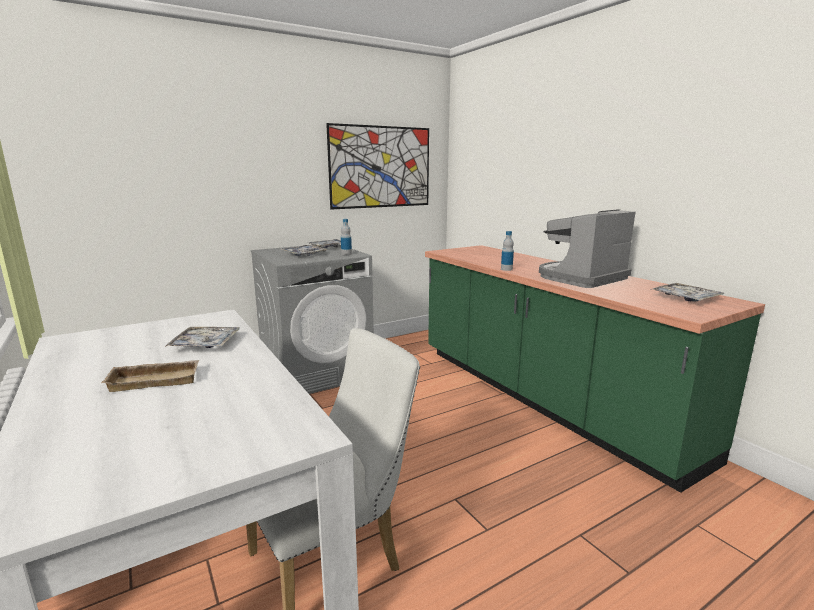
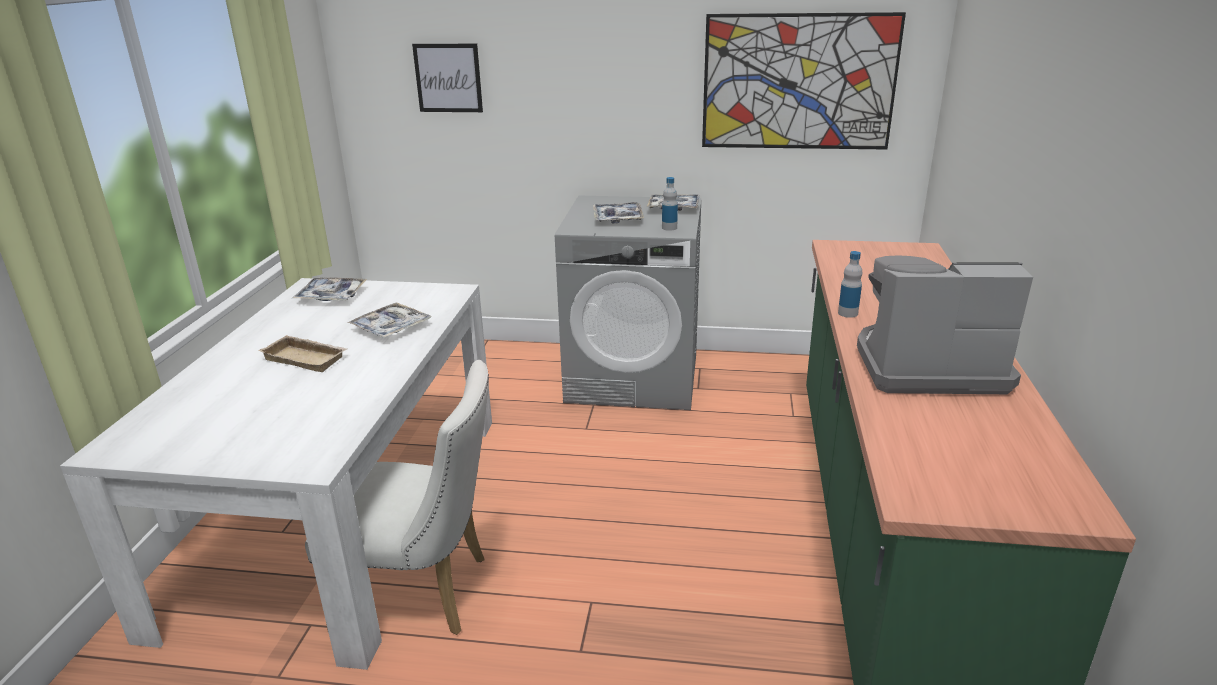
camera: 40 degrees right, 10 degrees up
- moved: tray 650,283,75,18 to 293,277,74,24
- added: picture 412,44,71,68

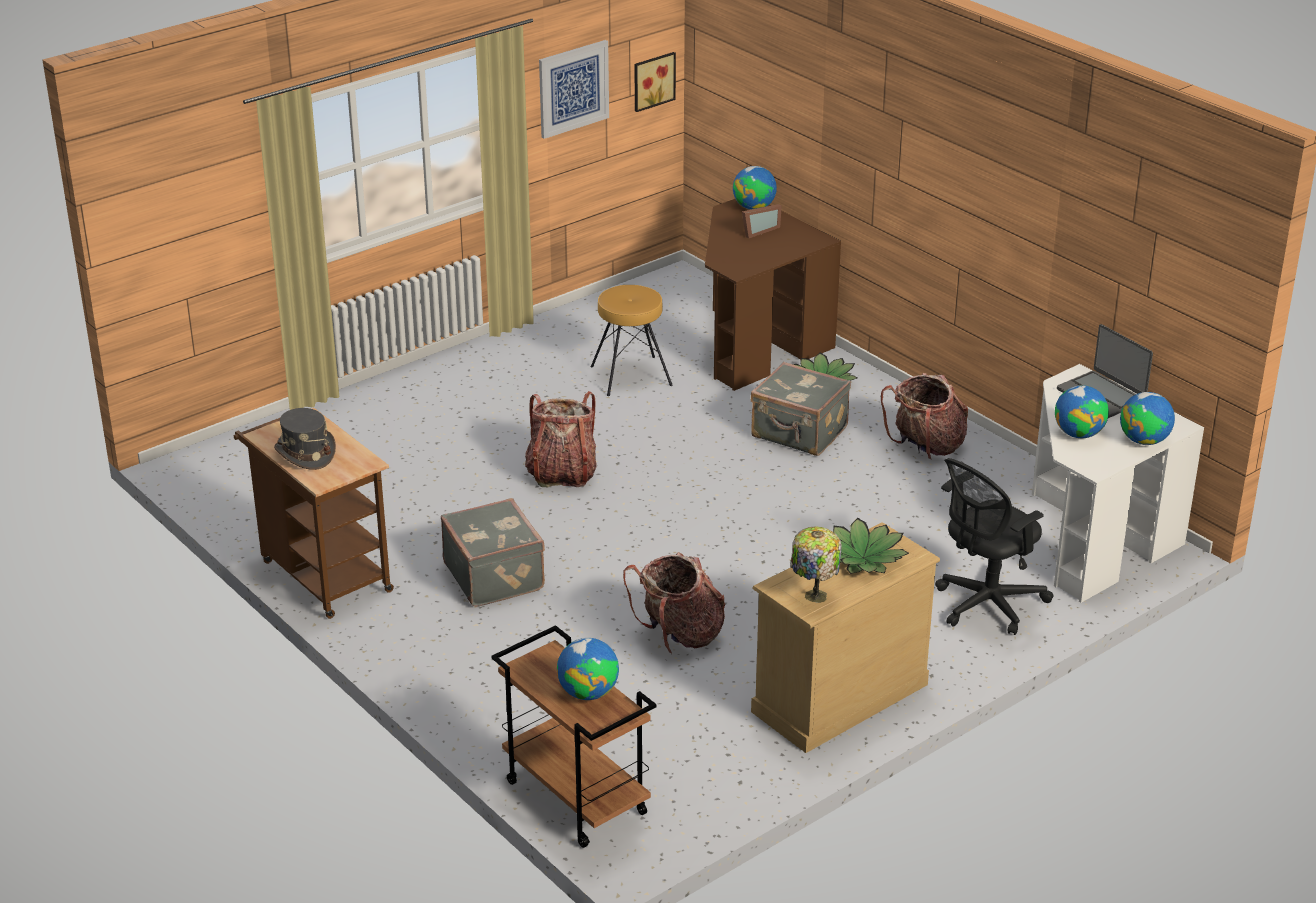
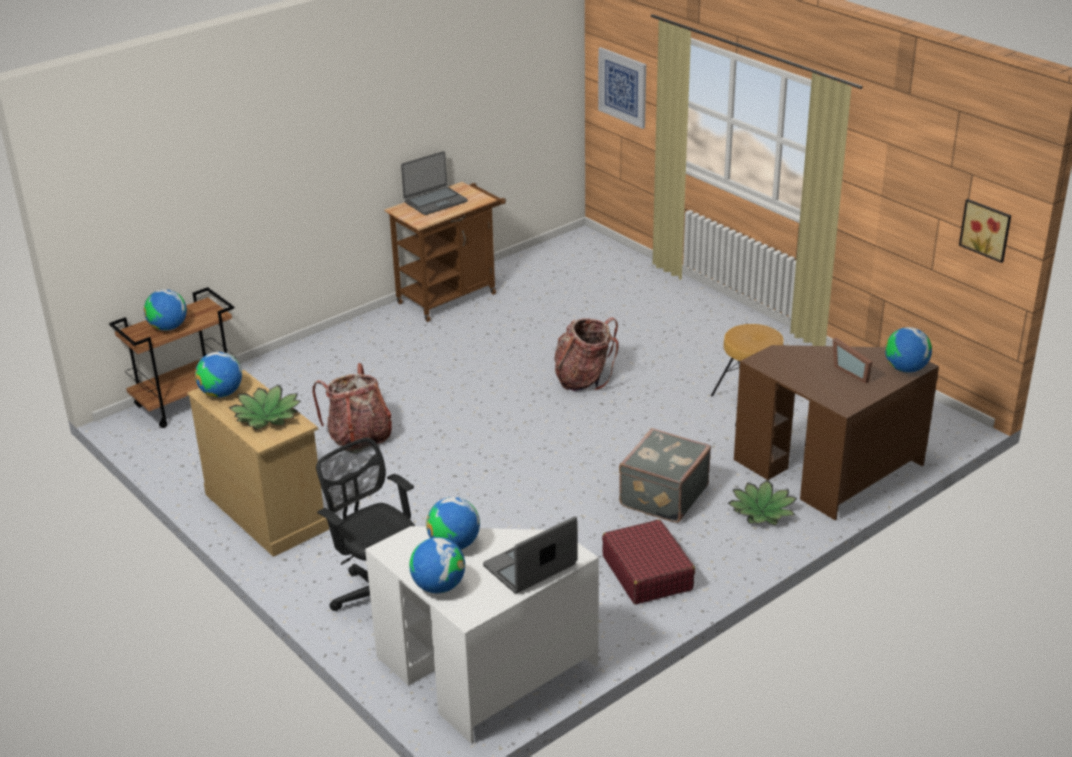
camera: 90 degrees right, 0 degrees up
- moved: picture 539,40,70,99 to 598,47,48,82
- replaced: backpack 881,373,87,86 to suitcase in red 602,519,93,85
- replaced: hat in grey 274,408,62,62 to laptop 401,151,67,64
- removed: suitcase in grey 441,498,104,109
- replaced: table lamp 790,526,52,77 to globe 195,352,47,46

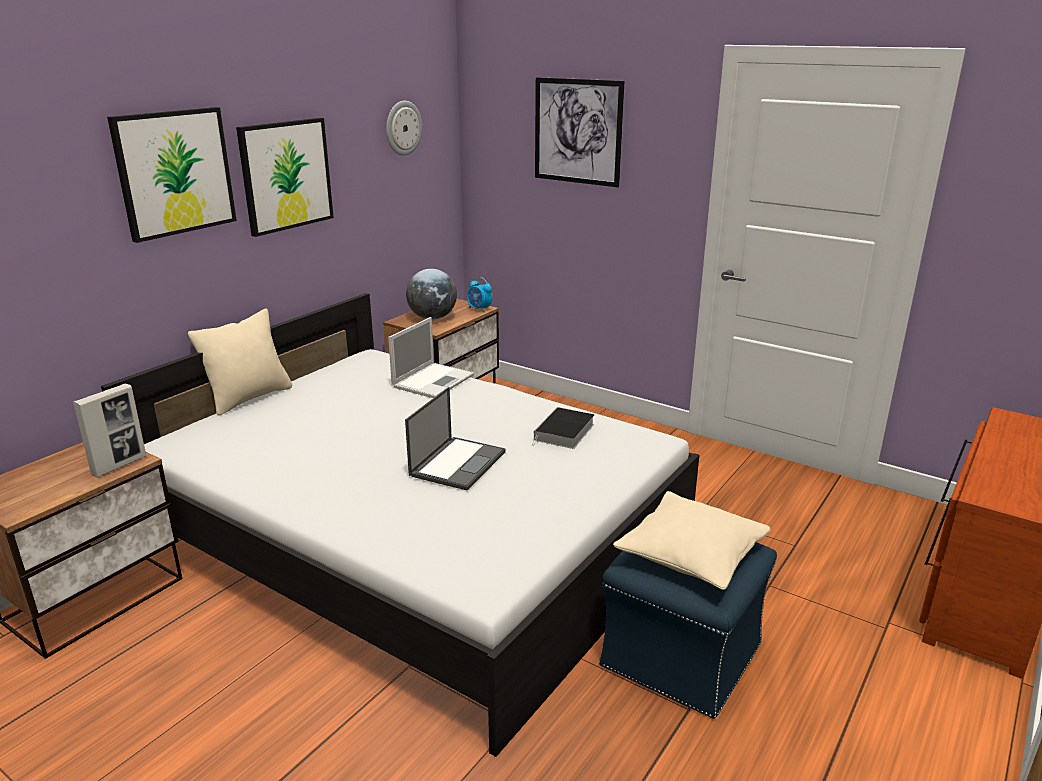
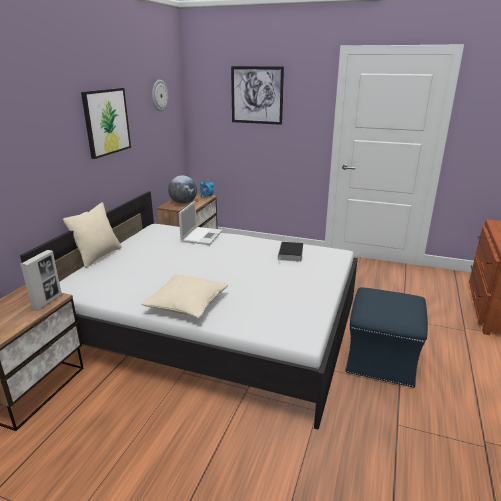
camera: 15 degrees left, 0 degrees up
- removed: picture 107,107,130,136
- removed: laptop 405,387,101,104
- moved: pillow in beige 613,491,158,99 to 141,274,87,44

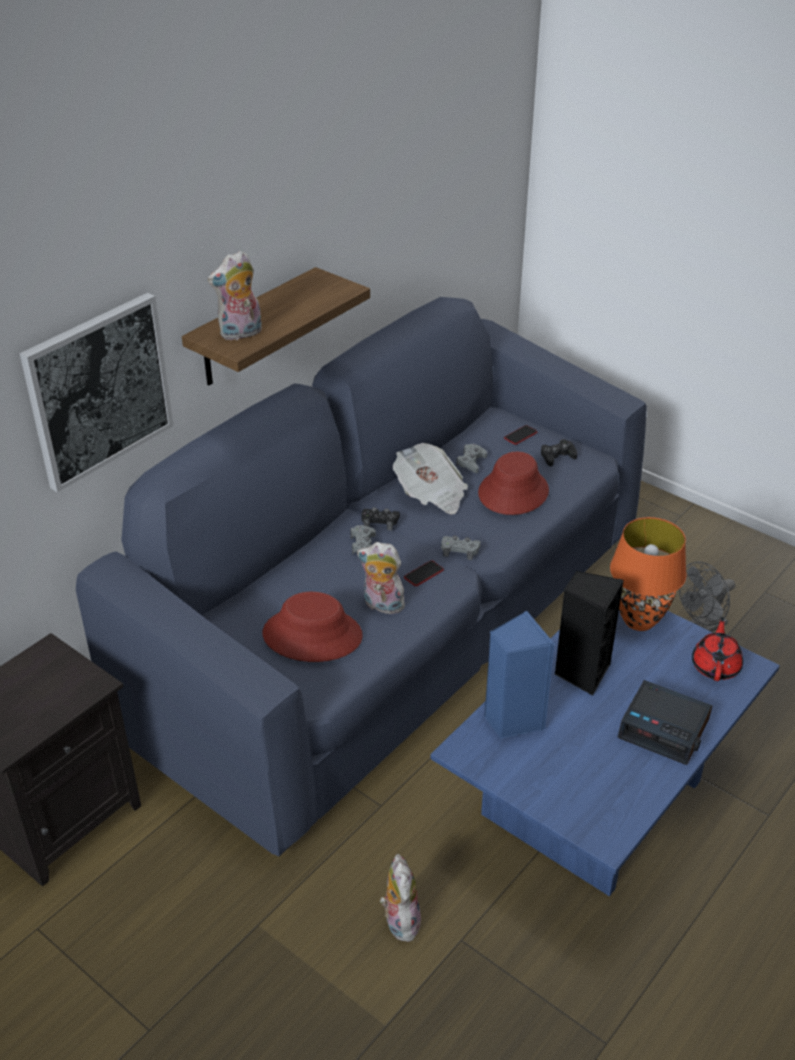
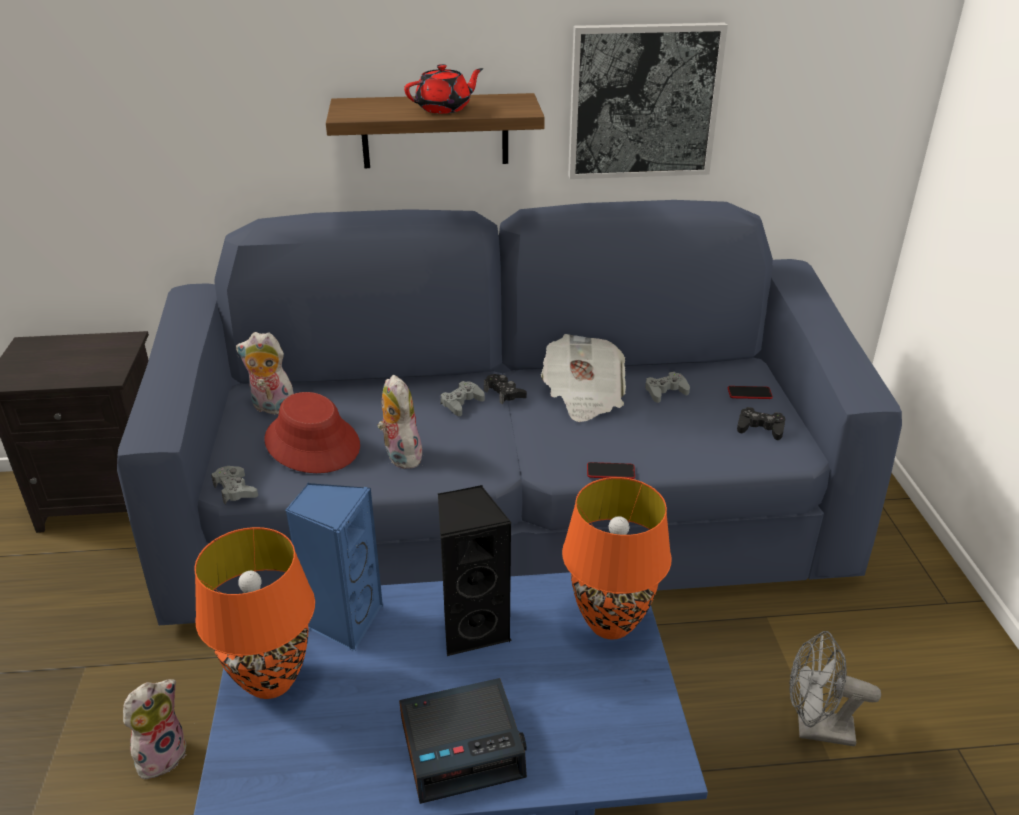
camera: 45 degrees right, 5 degrees down
- moved: plush toy 207,250,55,90 to 236,332,58,83
- moved: picture 20,293,154,199 to 568,23,160,156
- removed: hat in red 478,452,71,63
- moved: game controller in grey 441,535,40,25 to 211,466,47,39
- moved: phone 404,560,40,26 to 587,462,48,17
- moved: teapot in red 692,617,51,64 to 404,64,80,50
- turned: alarm clock 618,680,94,85 = 399,678,128,126 90 degrees counterclockwise
- added: table lamp in orange 194,527,121,172

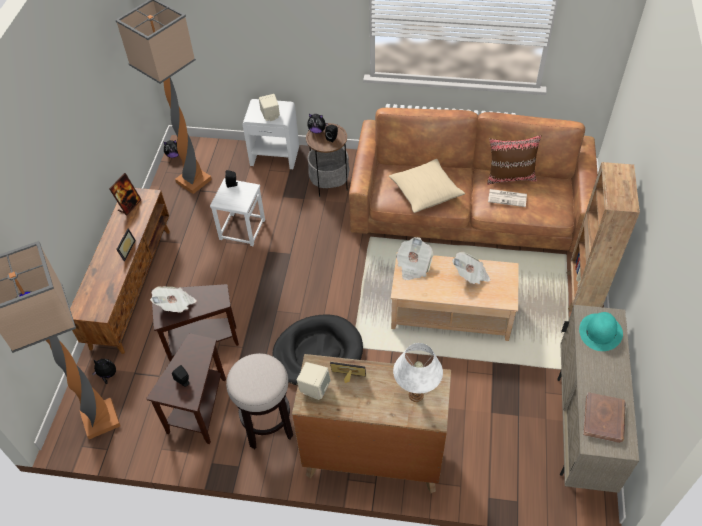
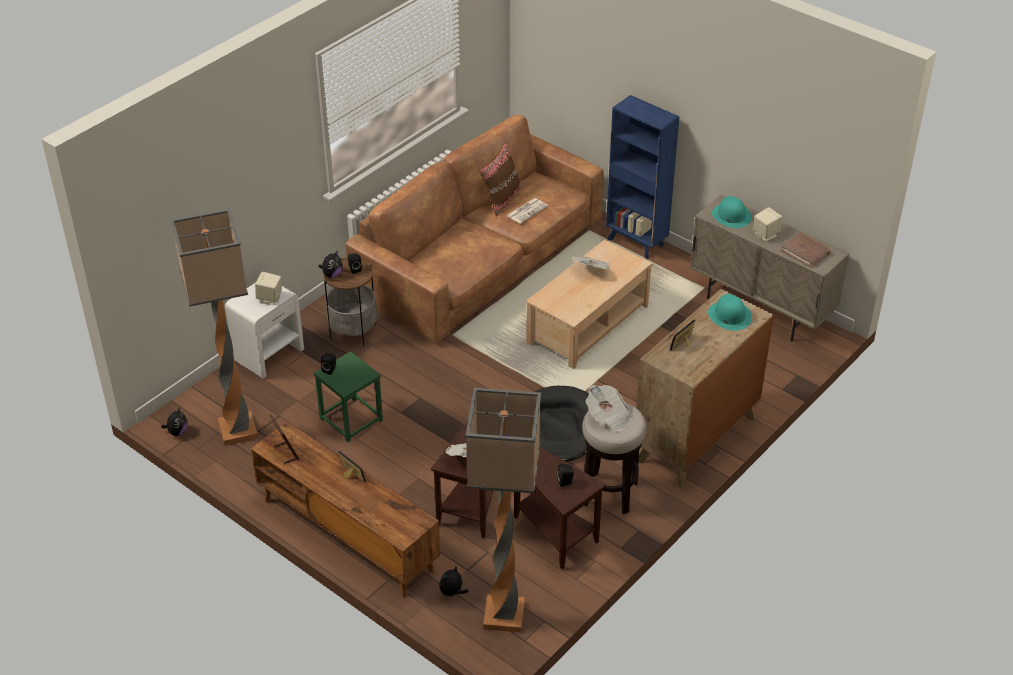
camera: 60 degrees left, 10 degrees down
- removed: pillow in beige 389,159,76,54
- recoloured: bookcase in brown 567,162,73,149 to bookcase in blue 606,95,74,164
- recoloured: stool in white 210,178,55,68 to stool in green 314,351,69,91
- moved: newspaper 396,237,38,43 to 586,385,44,47
- replaced: table lamp in white 393,343,50,59 to hat in turquoise 708,294,44,37
- moved: speaker in beige 297,362,34,38 to 754,207,28,34

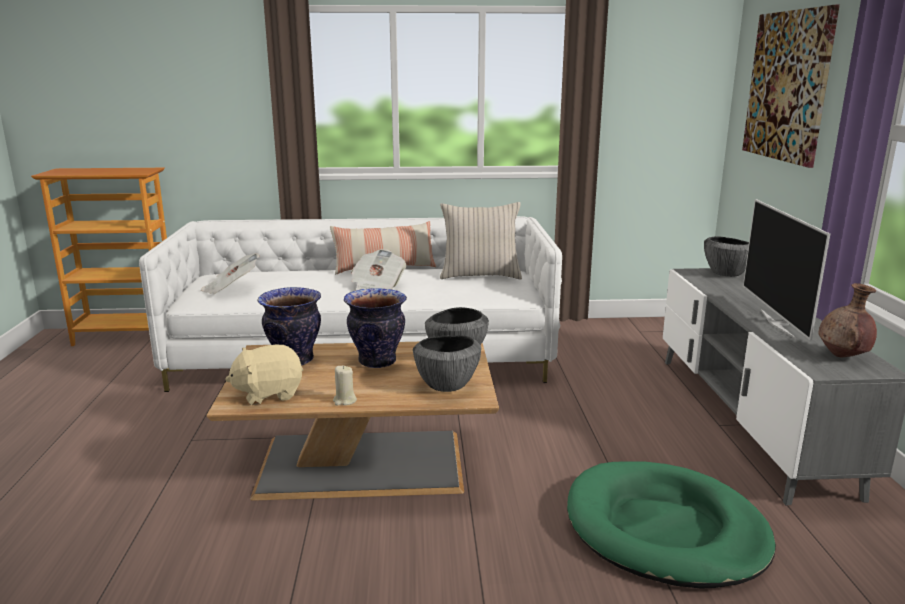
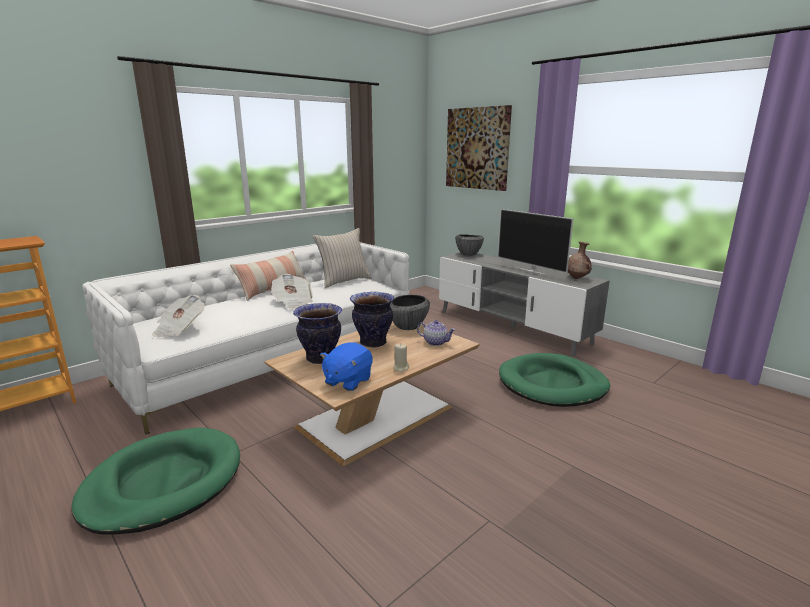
camera: 40 degrees left, 0 degrees up
- replaced: bowl 413,336,68,56 to teapot 417,320,39,26
- recoloured: plush toy in beige 225,345,78,60 to plush toy in blue 320,342,53,49
- added: dog bed in green 72,428,168,107

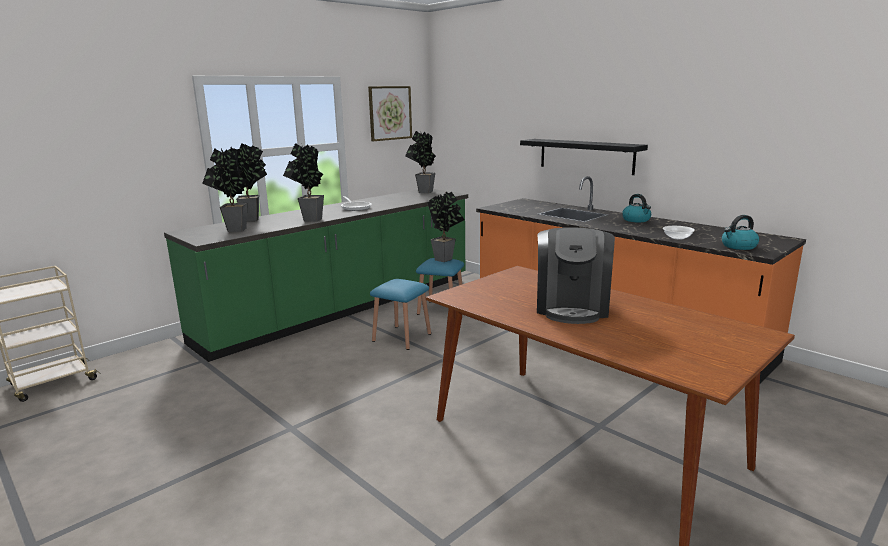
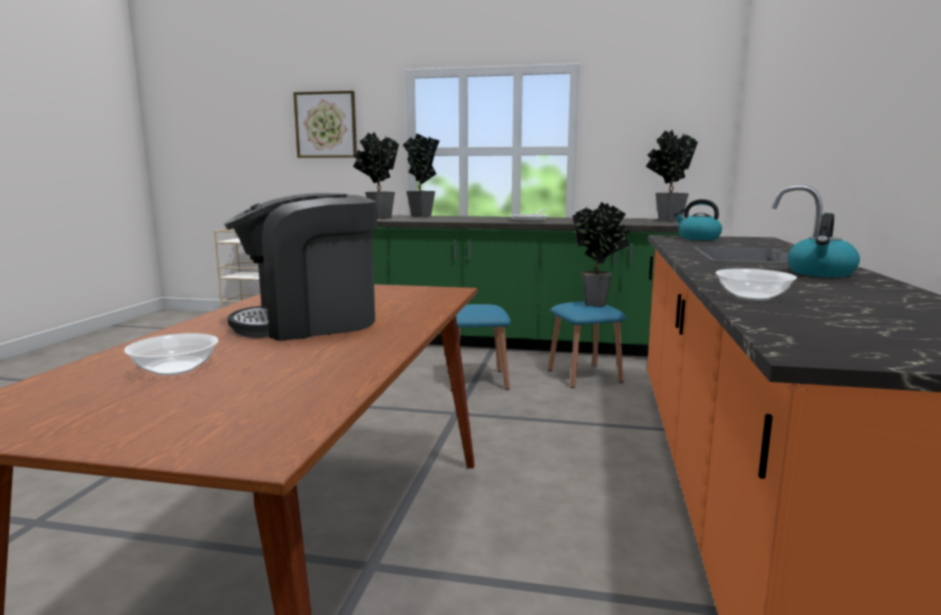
camera: 55 degrees right, 5 degrees down
- moved: picture 368,86,44,55 to 293,91,64,67
- removed: shelf in black 520,139,128,36
- removed: potted plant 283,143,41,79
- moved: kettle 722,215,37,35 to 674,199,48,41
- added: bowl 124,333,94,43

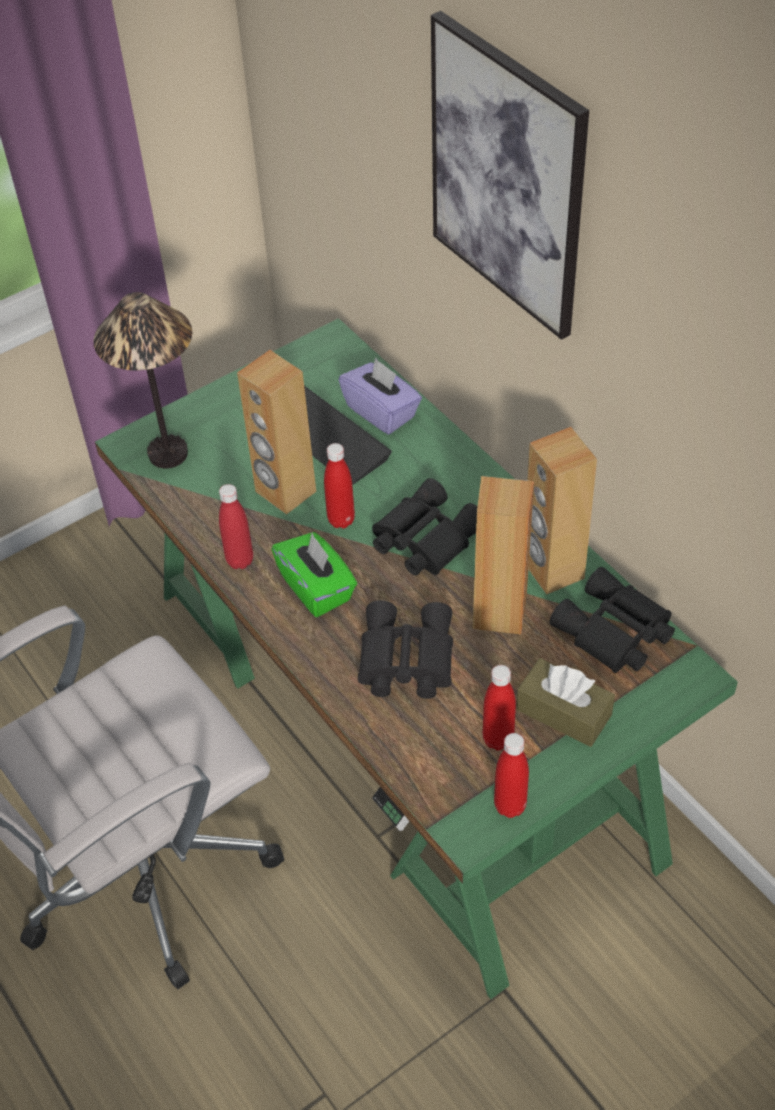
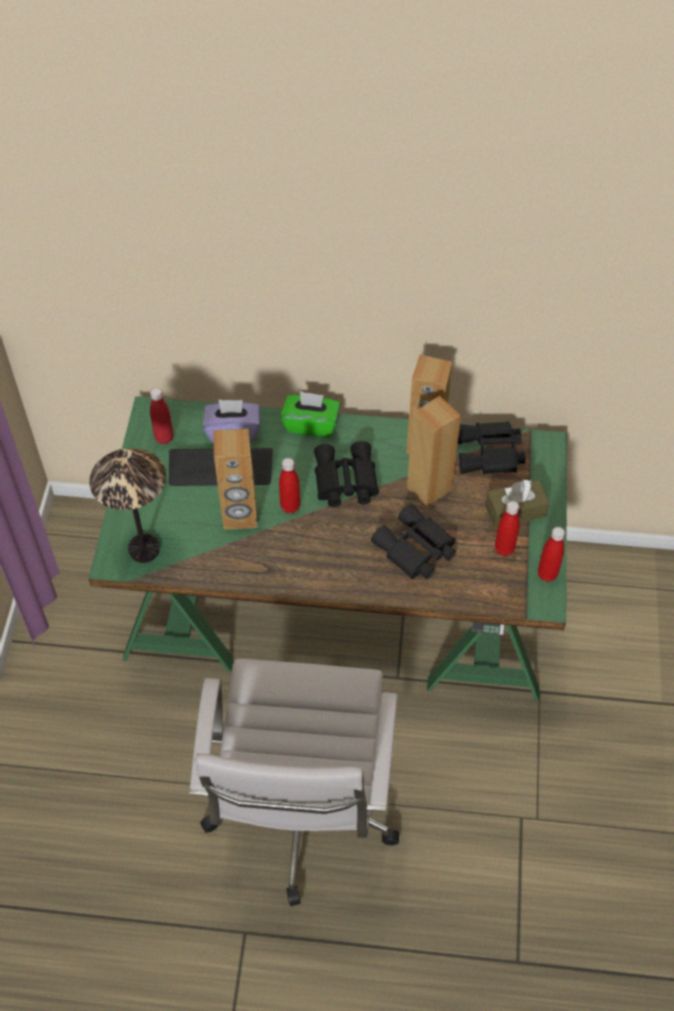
camera: 50 degrees left, 5 degrees up
- removed: picture 431,11,158,329
- moved: bottle in red 219,484,34,85 to 150,388,24,56
- moved: tissue box in green 271,532,86,85 to 280,391,60,46

